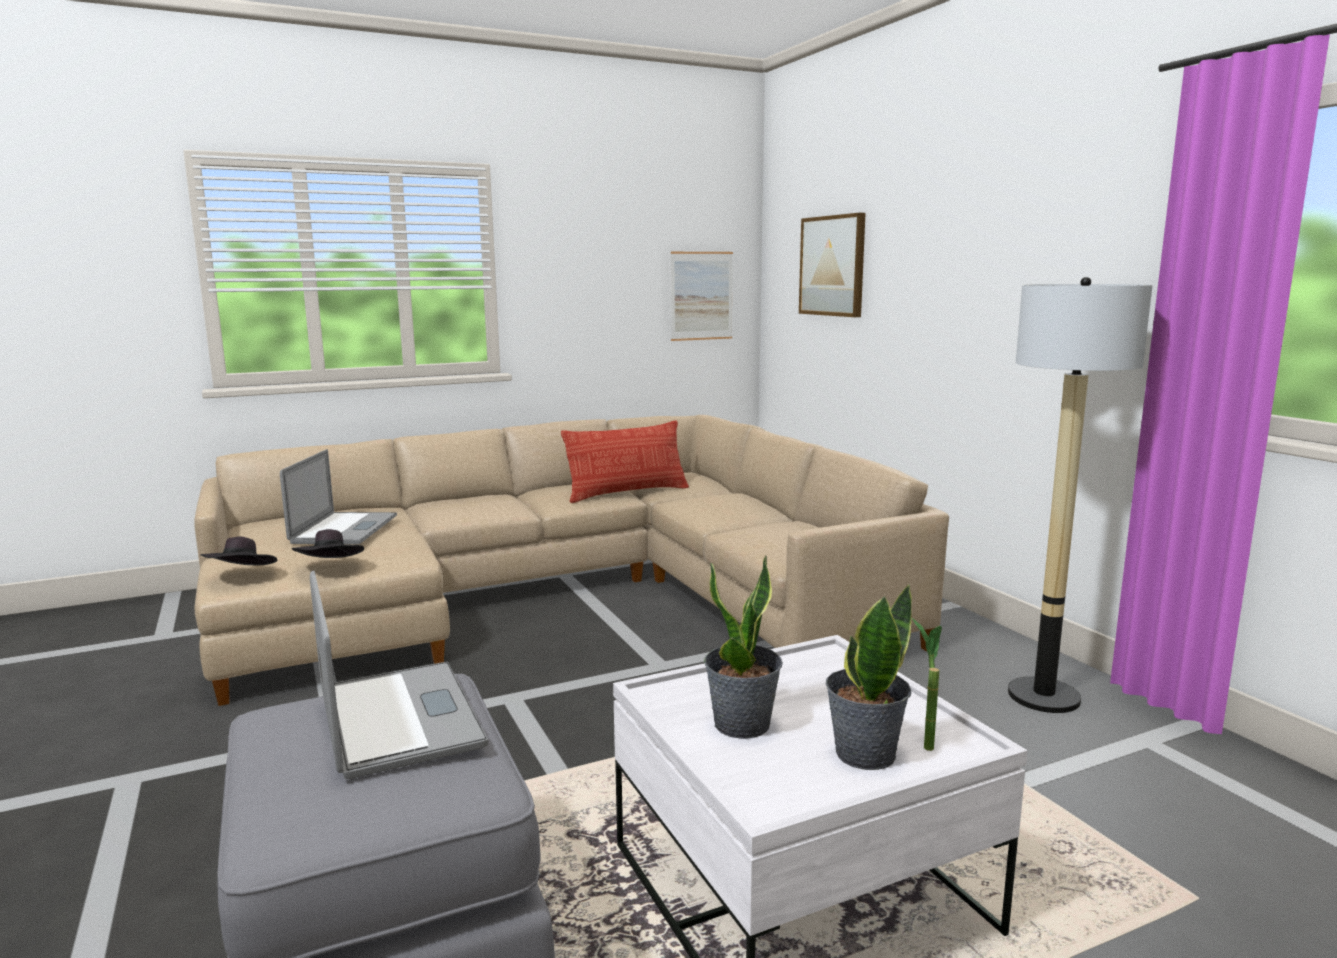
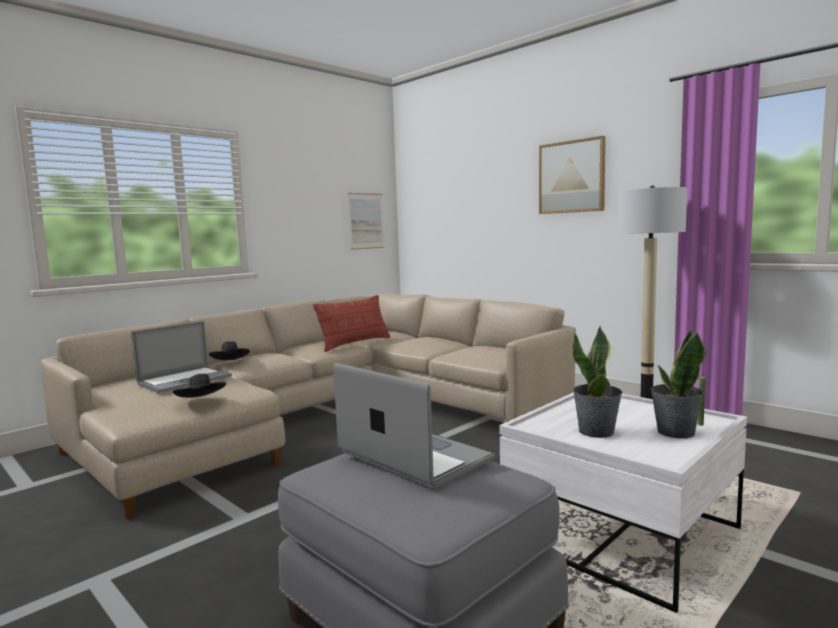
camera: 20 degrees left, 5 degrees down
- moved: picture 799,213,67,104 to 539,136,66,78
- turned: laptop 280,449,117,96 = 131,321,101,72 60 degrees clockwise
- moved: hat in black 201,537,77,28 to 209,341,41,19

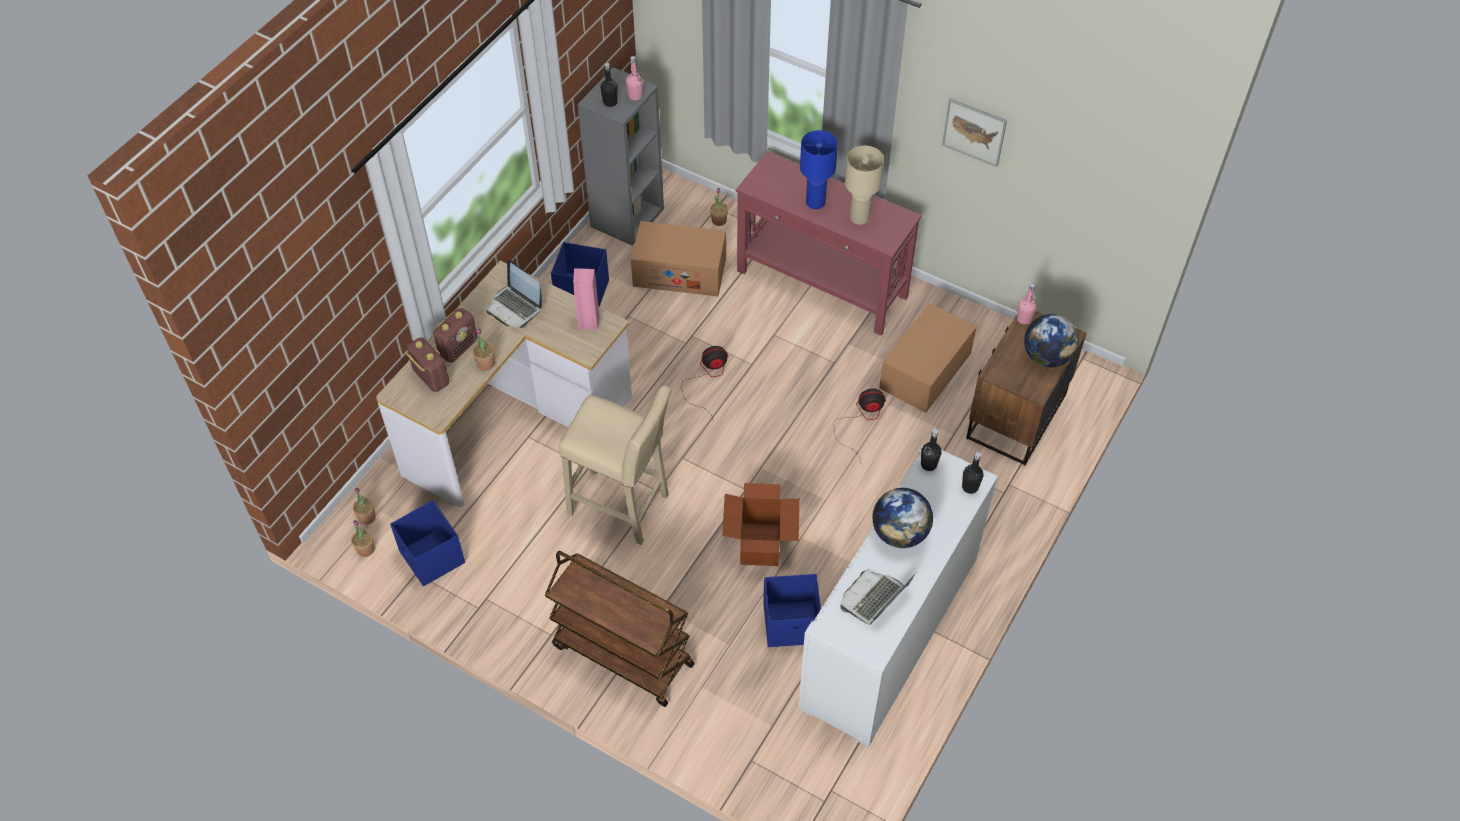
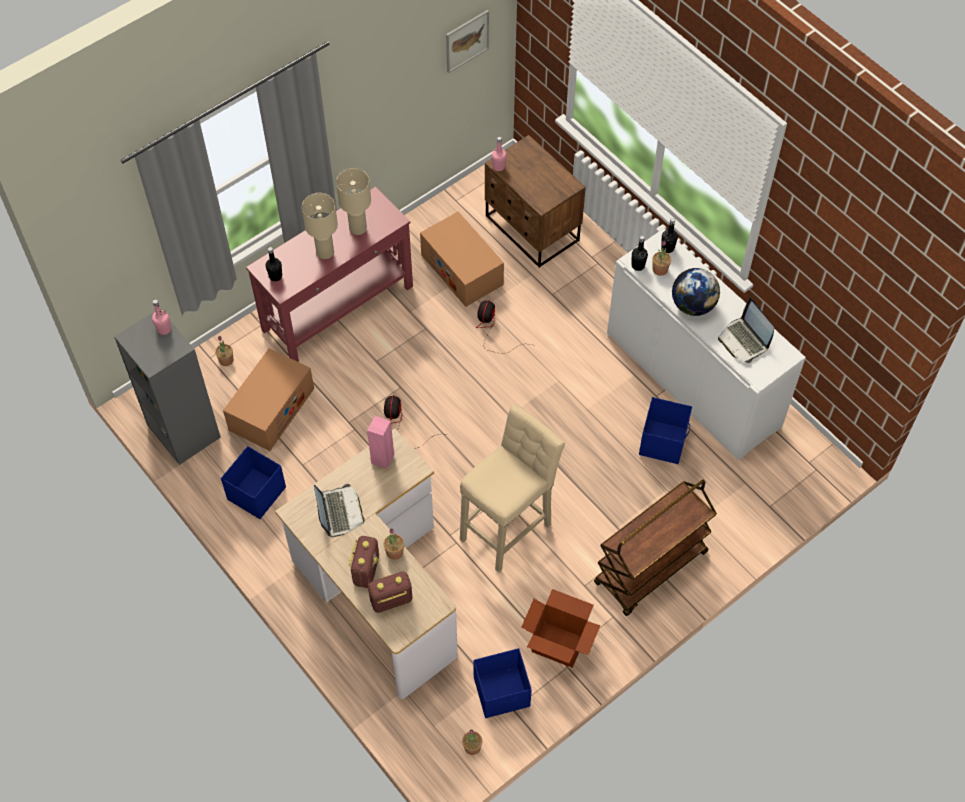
camera: 70 degrees left, 5 degrees up
- moved: bottle in black 600,63,18,44 to 266,247,16,34
- moved: picture 942,98,65,69 to 446,10,43,63
- recoloured: table lamp in blue 800,130,38,79 to table lamp in beige 302,193,36,66
- turned: laptop 487,259,55,69 = 314,484,51,53 75 degrees counterclockwise
- turned: radio 433,308,45,55 = 349,536,30,52 45 degrees clockwise
- removed: globe 1024,314,55,53
- moved: cardboard box 722,483,78,83 to 522,589,78,79
- moved: potted plant 353,487,23,38 to 652,241,19,35

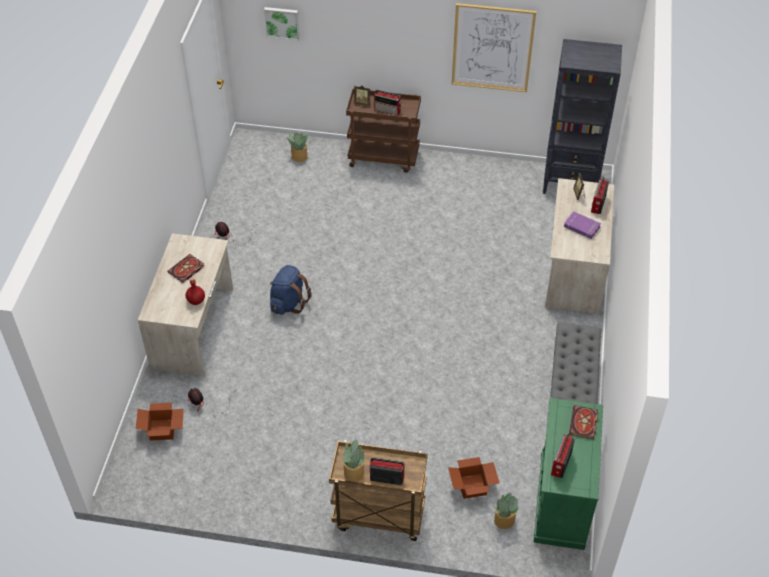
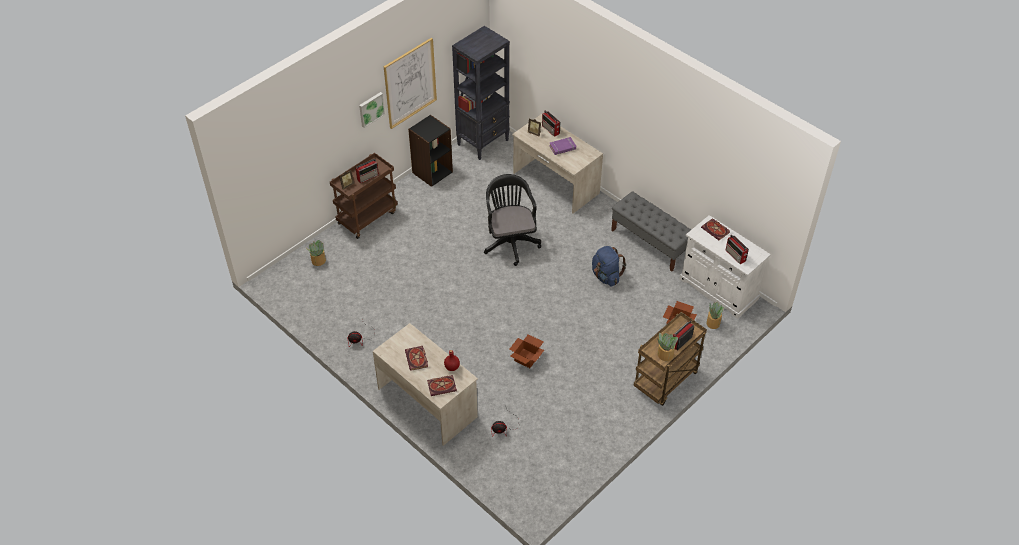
camera: 55 degrees left, 0 degrees up
- moved: picture 264,7,36,34 to 359,92,26,36
- moved: backpack in blue 270,265,42,50 to 592,246,34,41
- recoloured: cabinet in green 533,398,70,152 to cabinet in white 680,215,91,104
- moved: cardboard box 136,403,48,38 to 509,334,35,34
- added: bookcase in black 408,115,45,72
- added: office chair in black 484,174,57,92
- added: book 427,375,30,21

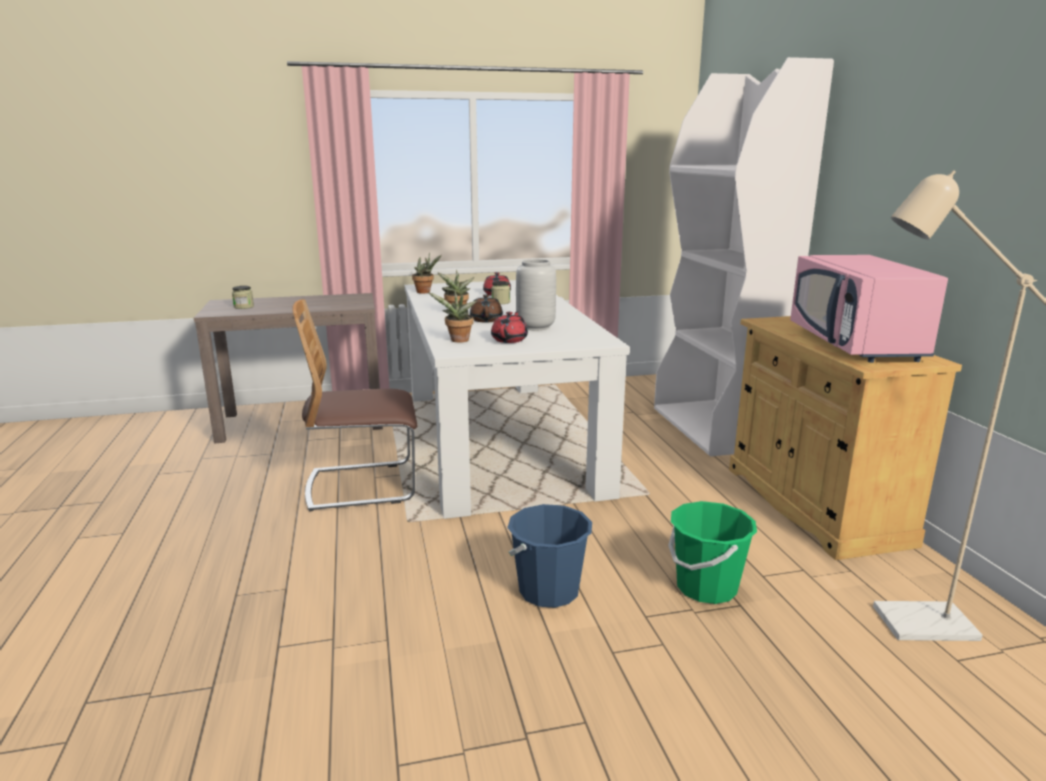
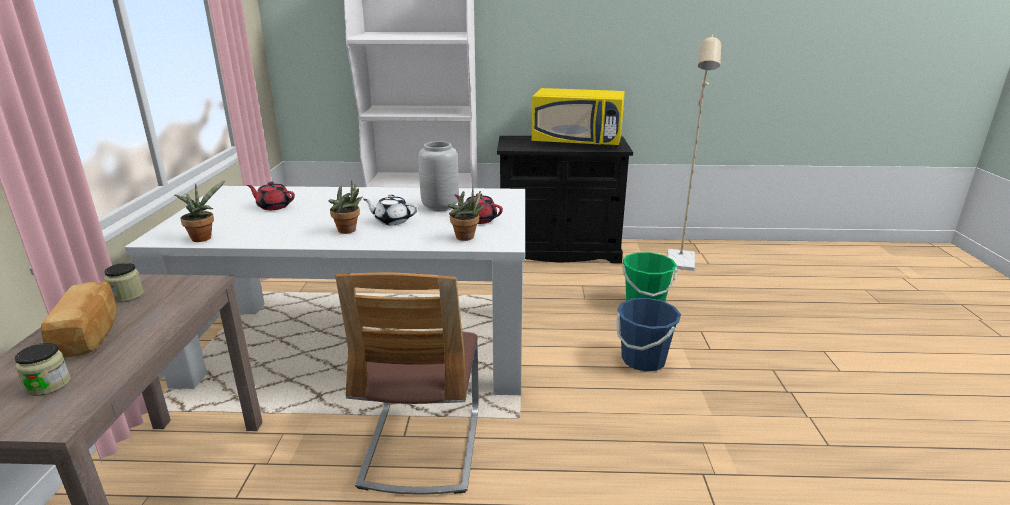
camera: 75 degrees left, 5 degrees up
- recoloured: microwave in pink 790,255,158,108 to microwave in yellow 532,88,93,60
- moved: jar 491,281,19,23 to 104,263,40,39
- recoloured: teapot in brown 470,294,33,28 to teapot in white 363,195,55,30
- recoloured: cabinet in beige 729,316,233,244 to cabinet in black 497,136,136,127
- added: bread 41,282,76,76

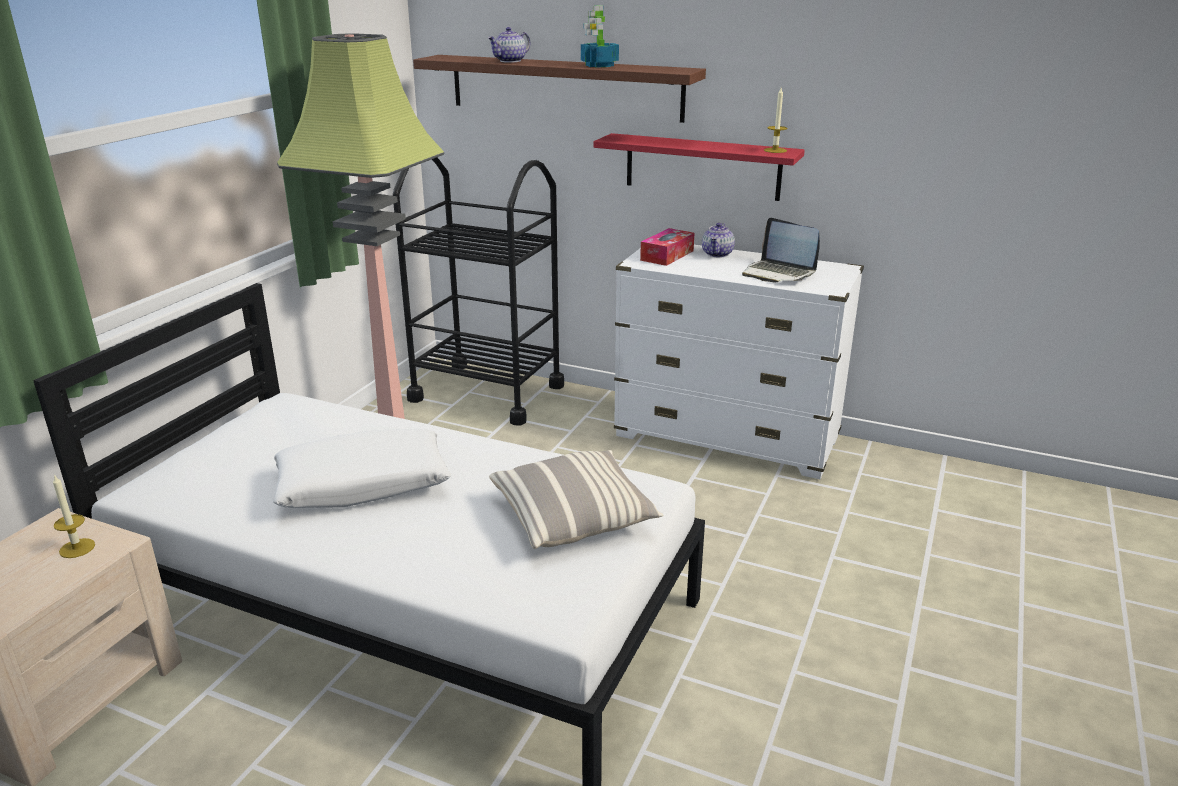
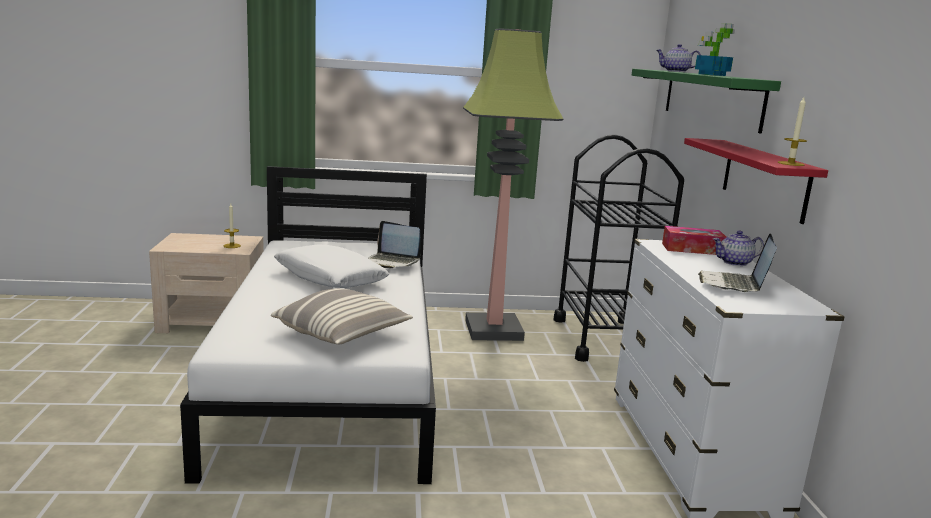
camera: 60 degrees right, 10 degrees down
- recoloured: shelf in brown 413,55,293,68 to shelf in green 632,69,149,65
- added: laptop 368,221,53,47

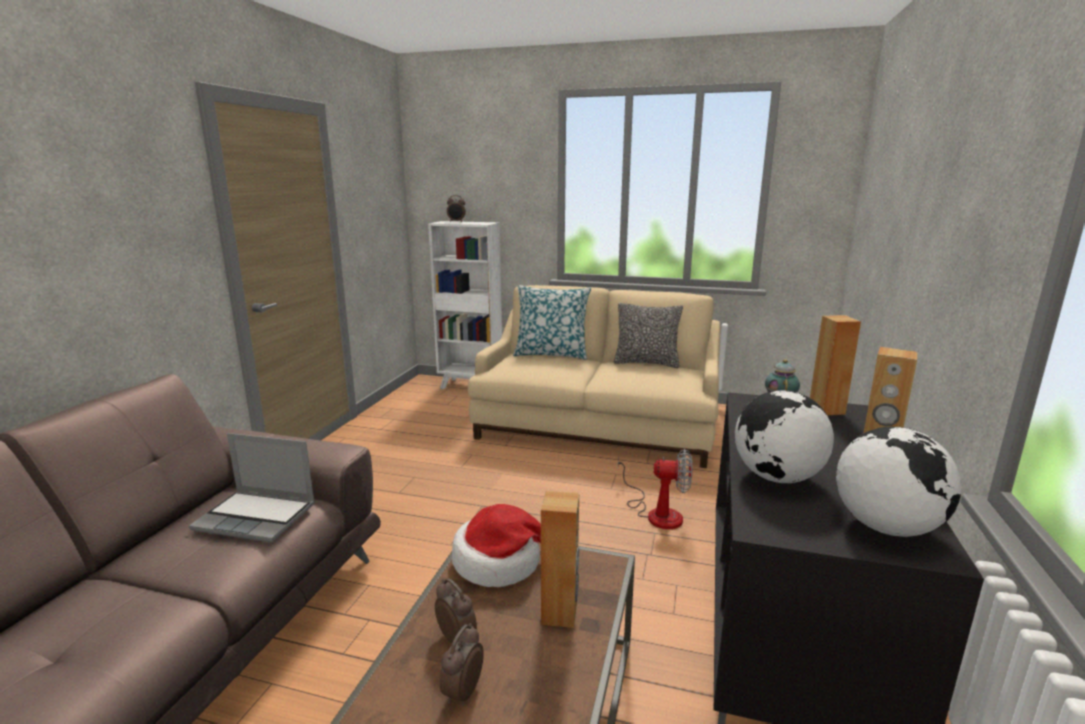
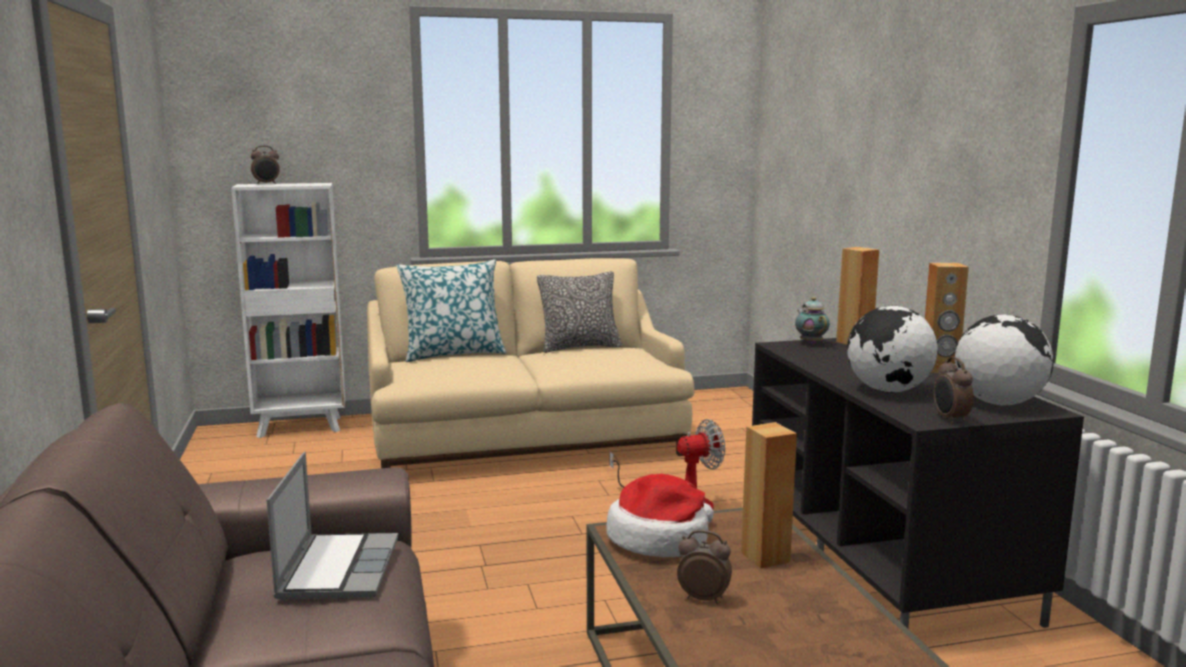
camera: 30 degrees left, 5 degrees down
- turned: laptop 189,433,126,109 = 267,452,131,147 75 degrees counterclockwise
- moved: alarm clock 440,623,44,83 to 933,357,41,67

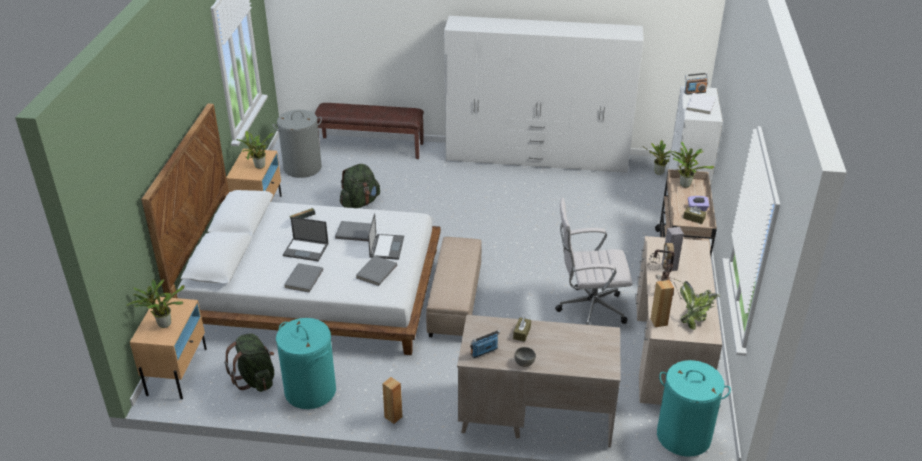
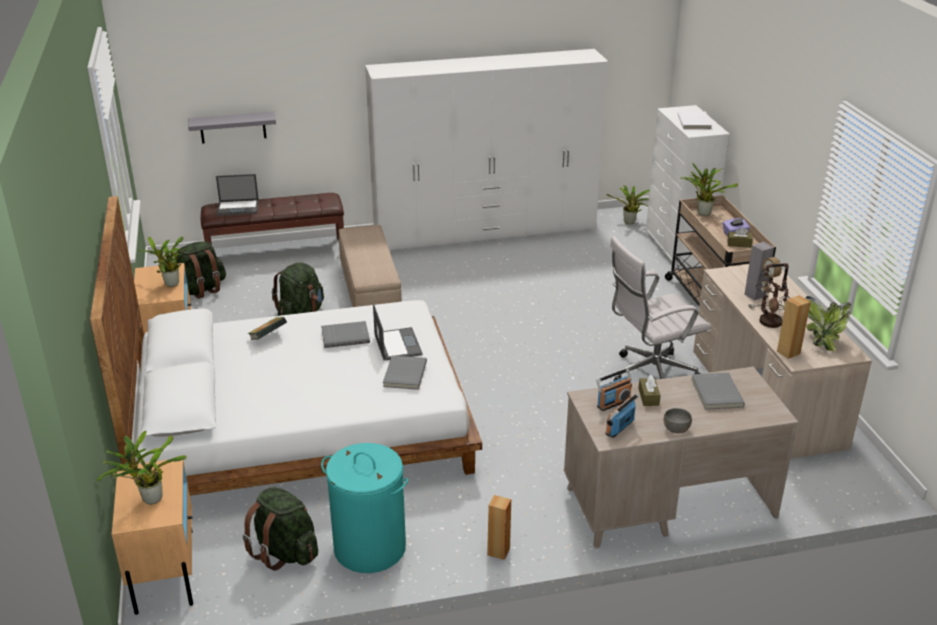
camera: 20 degrees left, 5 degrees down
- moved: radio 684,73,24,22 to 596,369,36,42
- replaced: laundry basket in grey 273,110,49,68 to backpack in green 176,241,50,58
- moved: laptop 283,217,45,45 to 216,174,43,42
- moved: ottoman in beige 426,237,56,100 to 339,225,63,82
- moved: book in grey 284,263,39,29 to 691,373,54,37
- removed: laundry basket in turquoise 657,360,74,97
- added: shelf in grey 188,111,88,33

